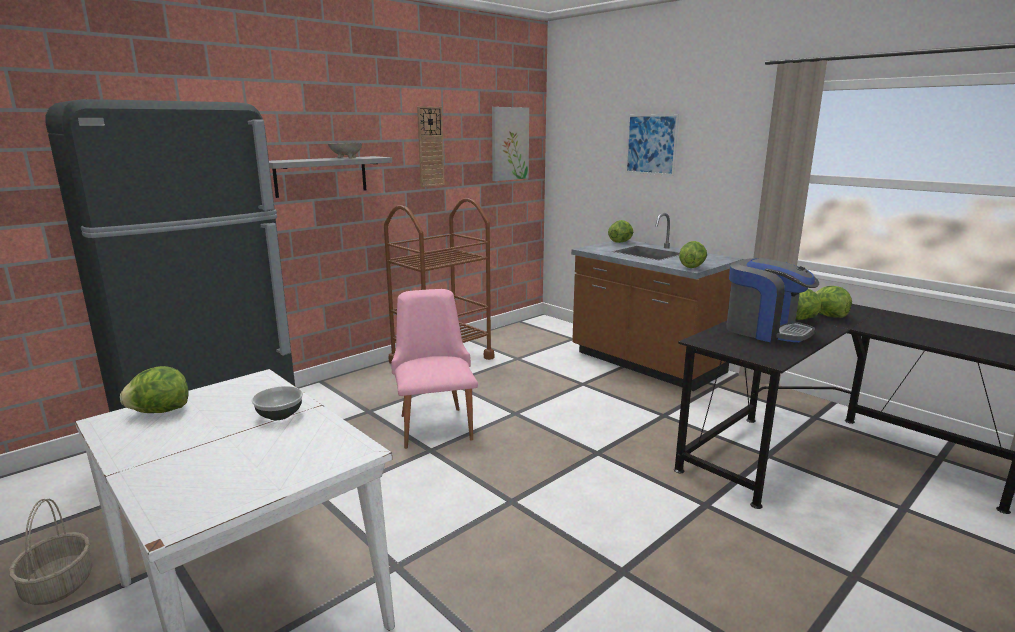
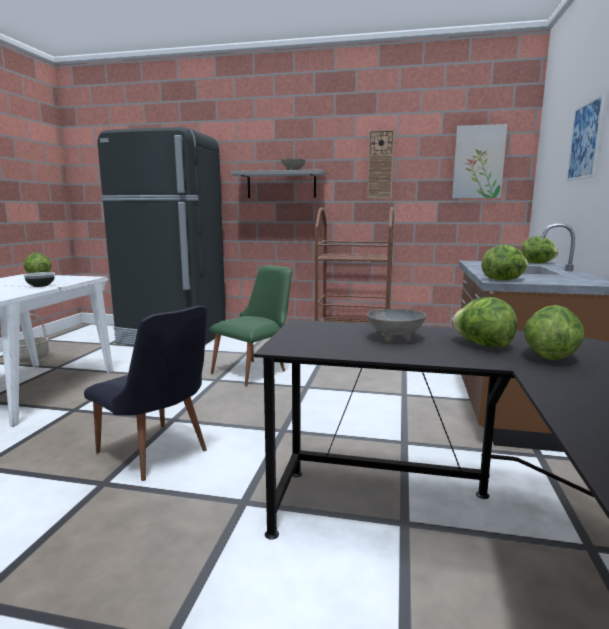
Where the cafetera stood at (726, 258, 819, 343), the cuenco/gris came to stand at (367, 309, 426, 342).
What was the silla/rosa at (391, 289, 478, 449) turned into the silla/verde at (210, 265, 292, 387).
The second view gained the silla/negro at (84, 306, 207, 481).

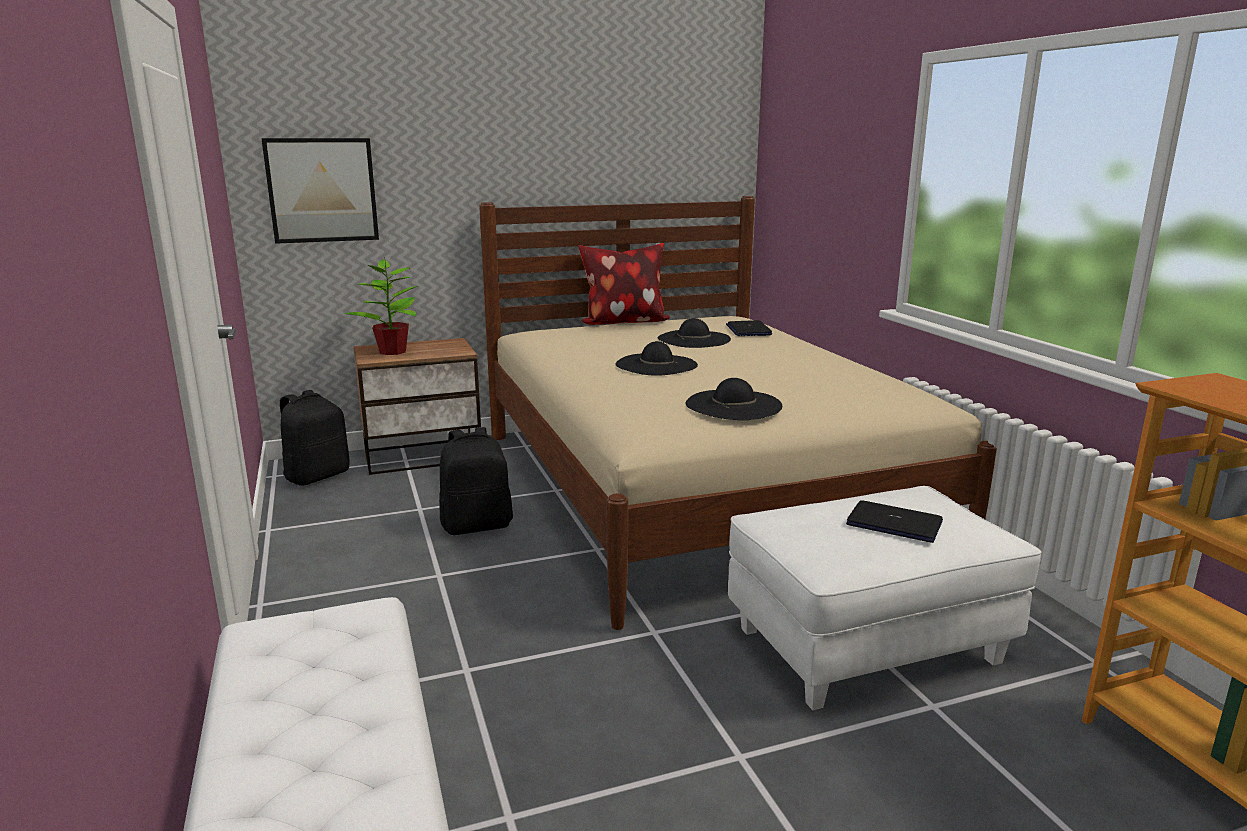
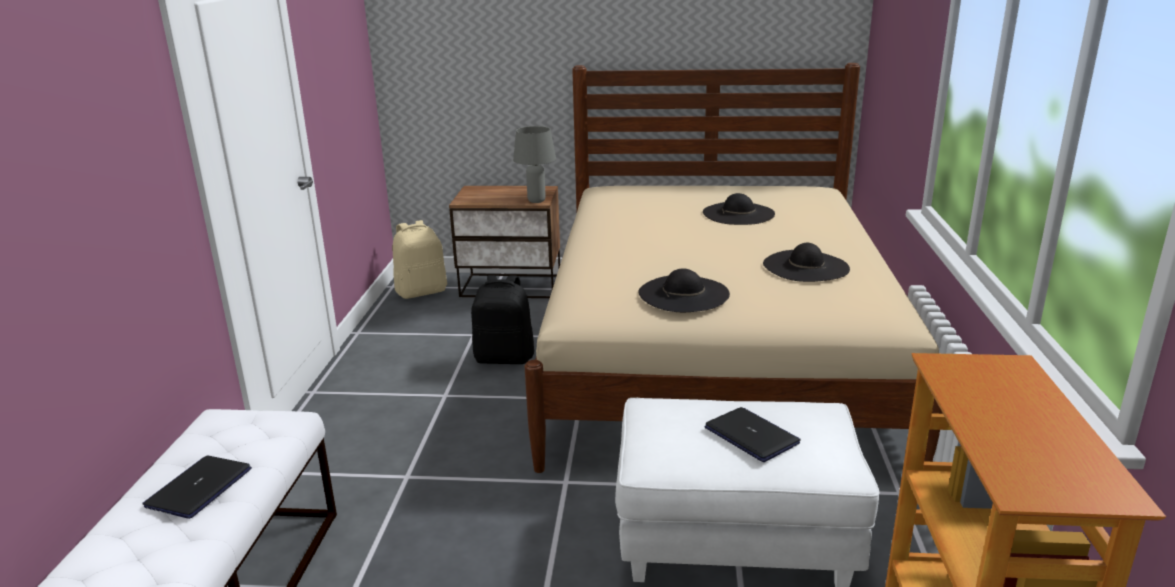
The second view lost the cuadro at (261, 138, 379, 244).
The second view lost the cojín at (578, 243, 670, 325).
The second view lost the planta en maceta at (344, 257, 418, 355).
The portátil ended up elsewhere, having gone from (726, 320, 772, 336) to (143, 456, 252, 519).
The sombrero/negro ended up elsewhere, having gone from (616, 341, 698, 376) to (763, 243, 850, 282).
What was the mochila/negro at (280, 390, 349, 486) turned into the mochila/beis at (392, 220, 447, 299).
The second view gained the lámpara de mesa/gris at (513, 126, 556, 203).

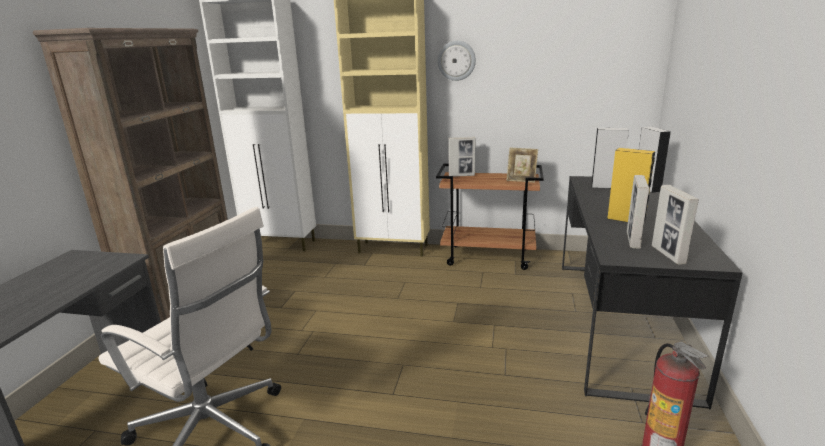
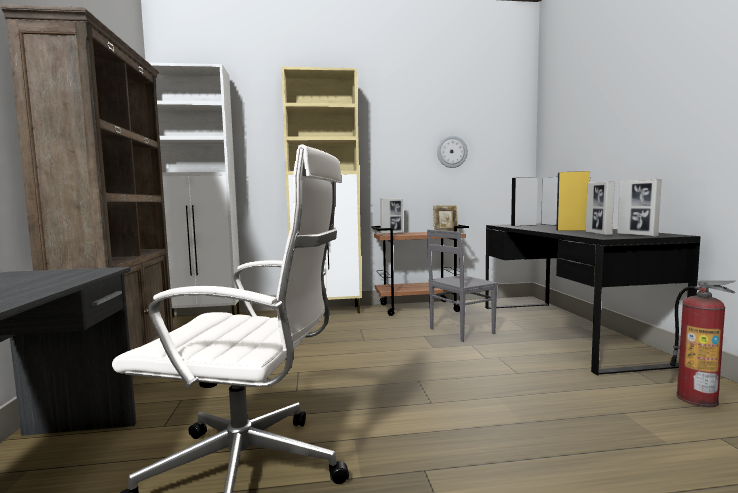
The reloj de pared ended up elsewhere, having gone from (438, 41, 476, 81) to (437, 136, 468, 168).
The second view gained the silla/gris at (427, 230, 498, 342).

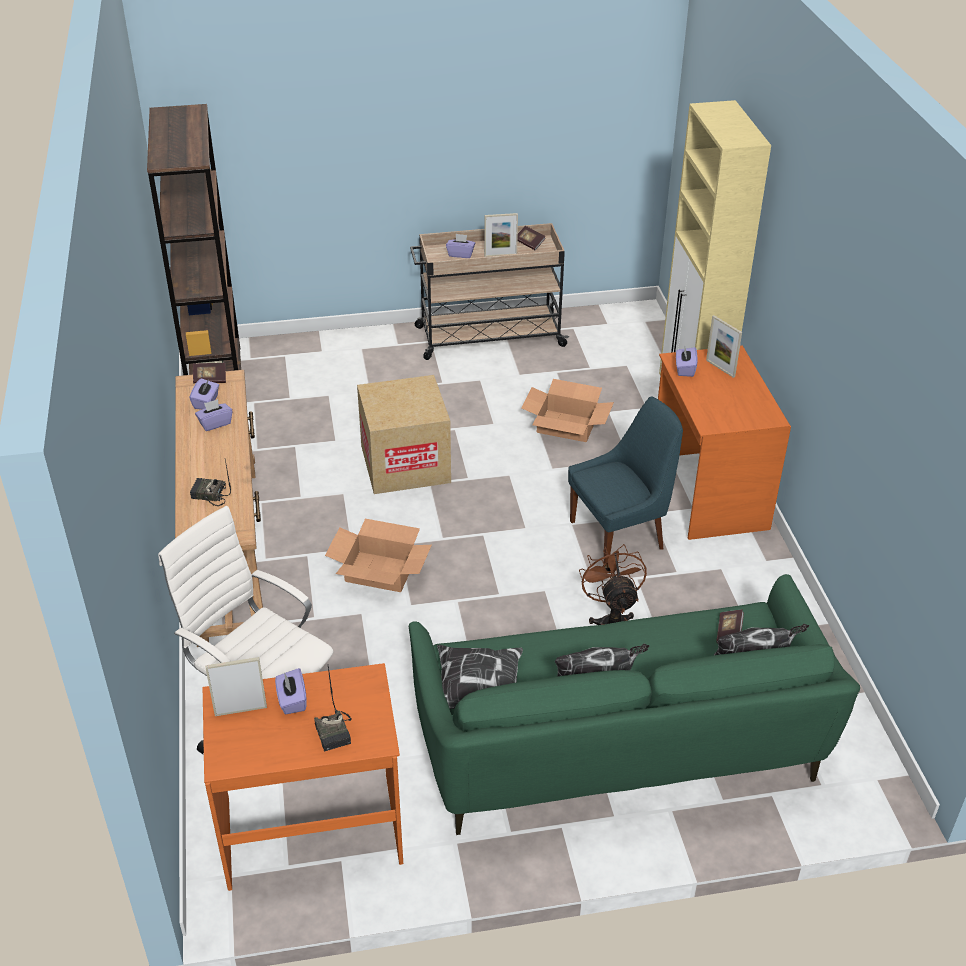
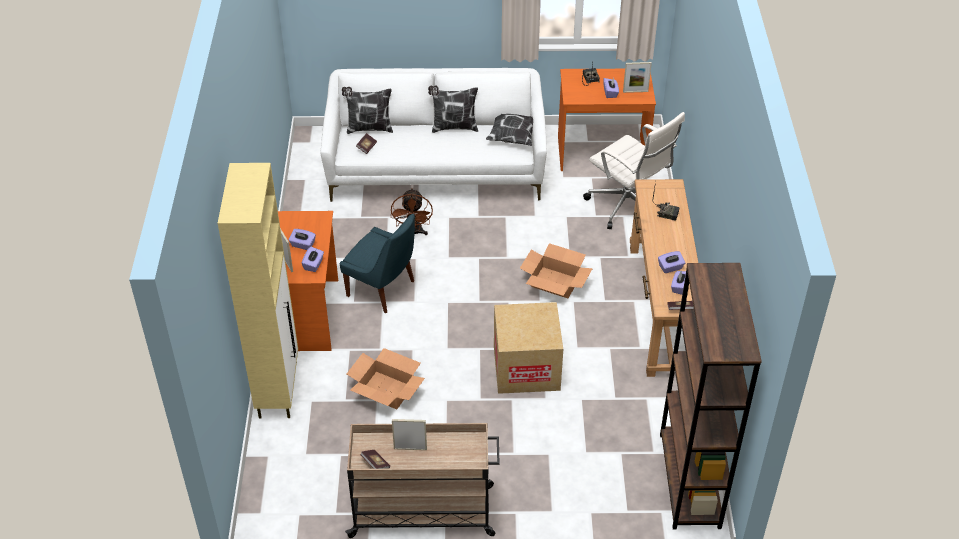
The caja de pañuelos/morado ended up elsewhere, having gone from (446, 234, 475, 258) to (289, 229, 316, 250).
The silla/azul at (568, 396, 683, 565) ended up facing another way, 135 degrees counterclockwise from before.
What was the sofá/verde at (409, 574, 860, 835) turned into the sofá/blanco at (320, 68, 547, 202).

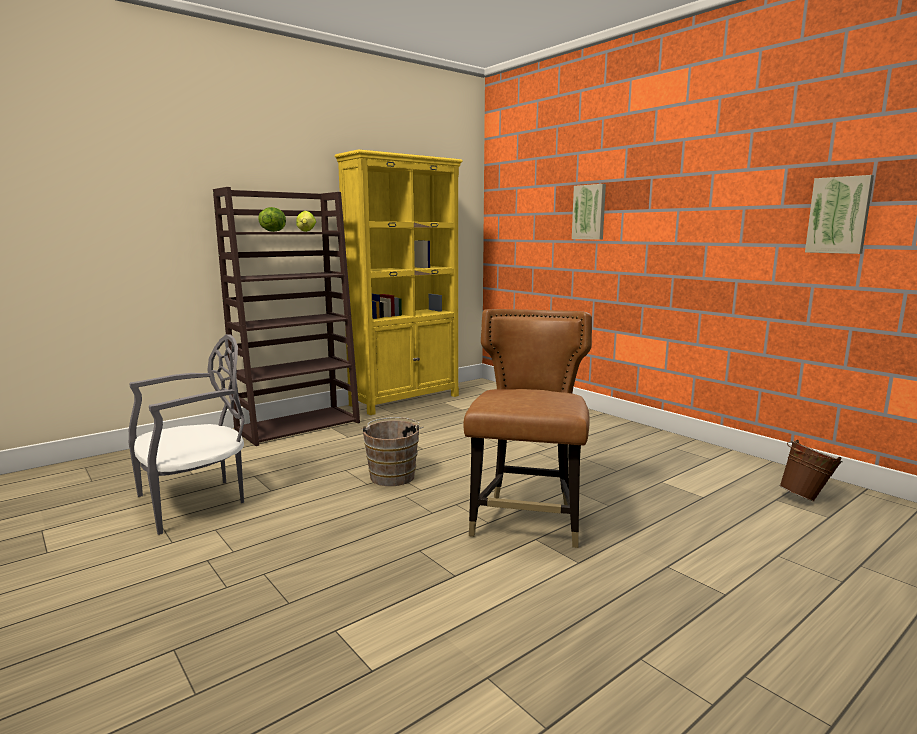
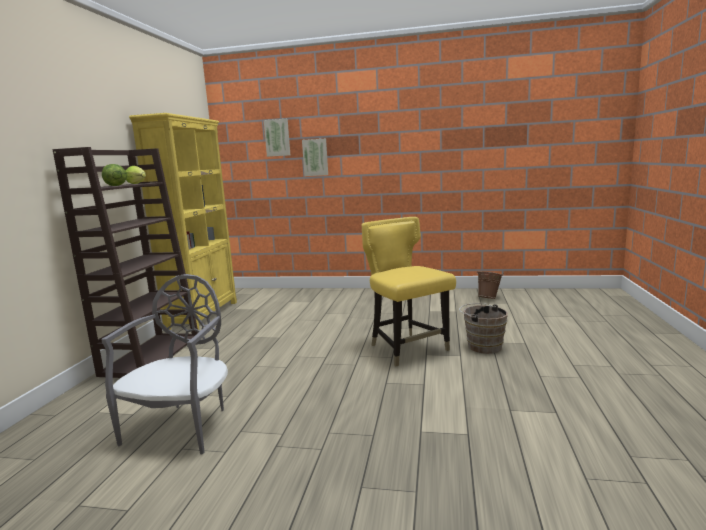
The cuadro ended up elsewhere, having gone from (805, 175, 874, 254) to (264, 119, 290, 157).
What was the silla/marrón at (463, 309, 592, 548) turned into the silla/amarillo at (362, 217, 456, 366).
The cubo/marrón ended up elsewhere, having gone from (361, 417, 423, 486) to (459, 303, 508, 354).

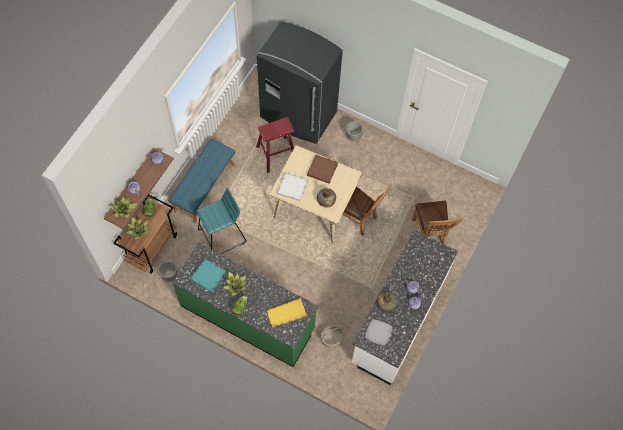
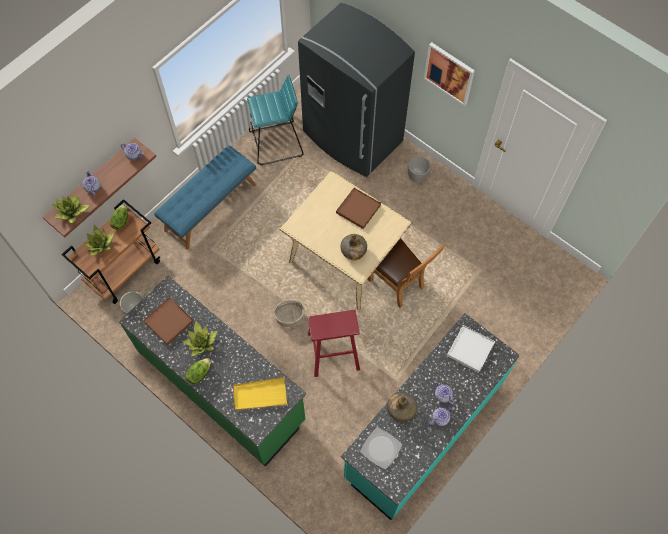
The taburete/rojo ended up elsewhere, having gone from (256, 117, 294, 173) to (308, 310, 360, 377).
The bandeja/blanco ended up elsewhere, having gone from (277, 173, 308, 201) to (447, 325, 495, 373).
The taburete/turquesa ended up elsewhere, having gone from (196, 188, 246, 254) to (247, 74, 304, 165).
The second view lost the silla/marrón at (412, 201, 463, 244).
What was the mueble bajo de cocina/blanco at (352, 230, 458, 385) turned into the mueble bajo de cocina/turquesa at (341, 313, 520, 520).
What was the bandeja/turquesa at (190, 259, 226, 292) turned into the bandeja/marrón at (143, 297, 194, 345).
The cesta ended up elsewhere, having gone from (321, 326, 344, 347) to (274, 300, 304, 327).
The second view gained the cuadro at (424, 42, 475, 106).

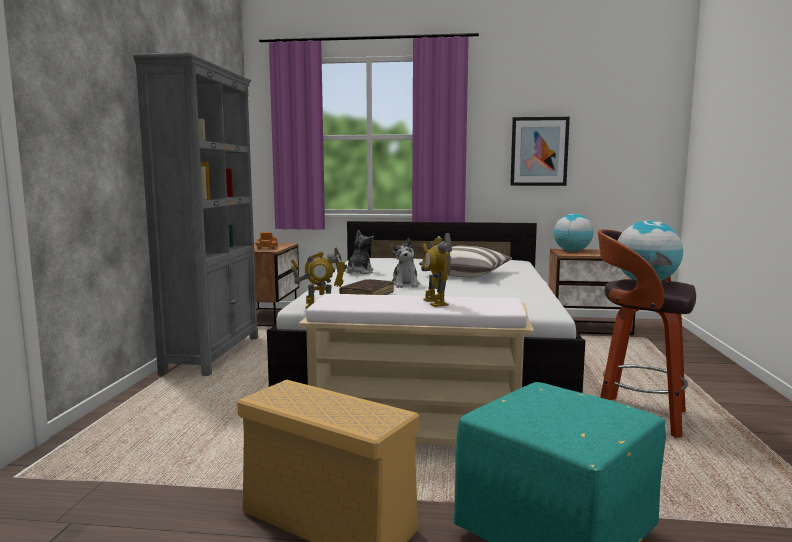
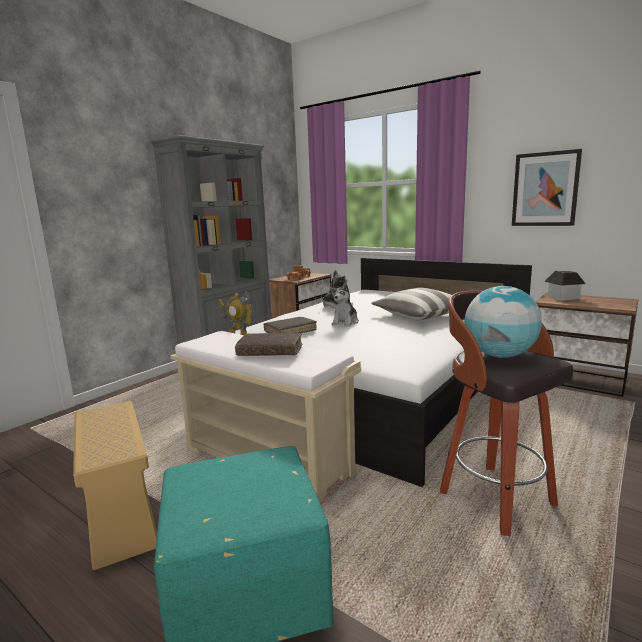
Where the globo terráqueo stood at (554, 214, 593, 252), the casita came to stand at (544, 271, 586, 301).
Where the robot de juguete stood at (421, 233, 452, 307), the libro/marrón came to stand at (235, 333, 302, 356).

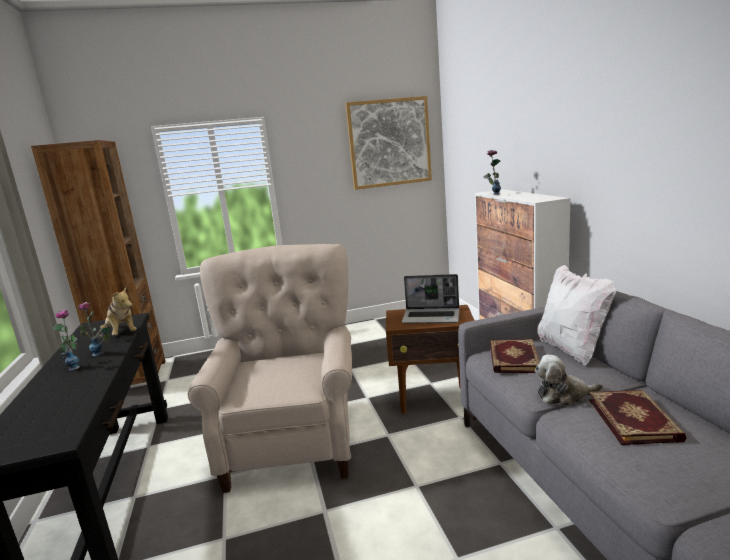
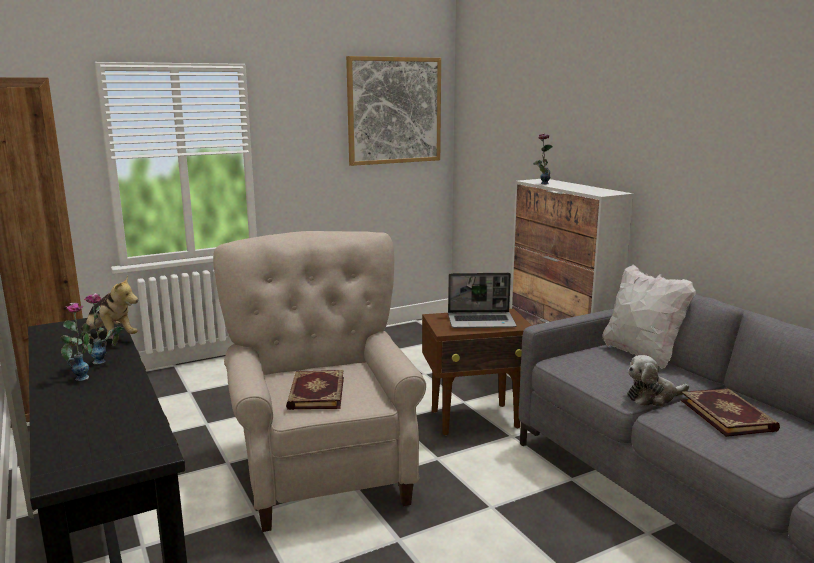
The libro ended up elsewhere, having gone from (490, 339, 540, 373) to (286, 370, 344, 410).

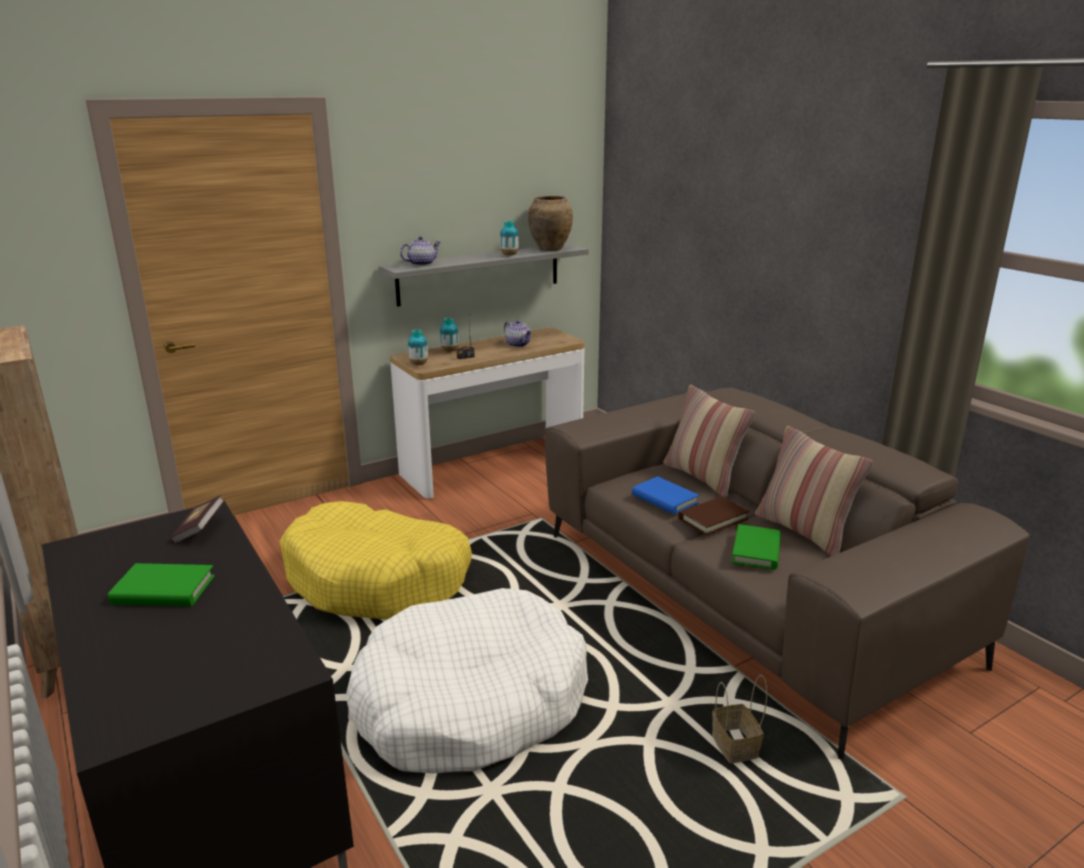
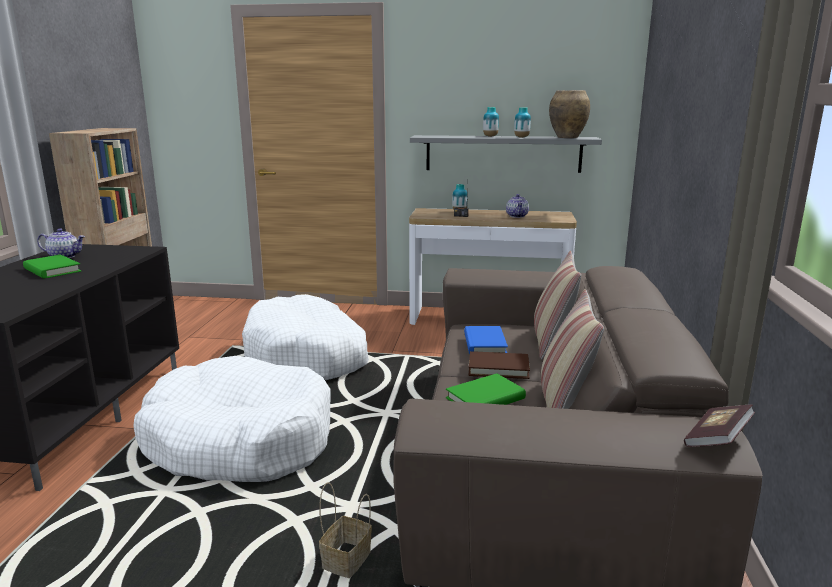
The tetera ended up elsewhere, having gone from (400, 236, 441, 266) to (37, 228, 85, 258).
The florero ended up elsewhere, having gone from (408, 329, 428, 365) to (483, 107, 499, 137).
The libro ended up elsewhere, having gone from (171, 496, 224, 543) to (684, 404, 755, 447).
What was the cama para perro/amarillo at (280, 501, 472, 620) turned into the cama para perro/blanco at (242, 294, 369, 380).

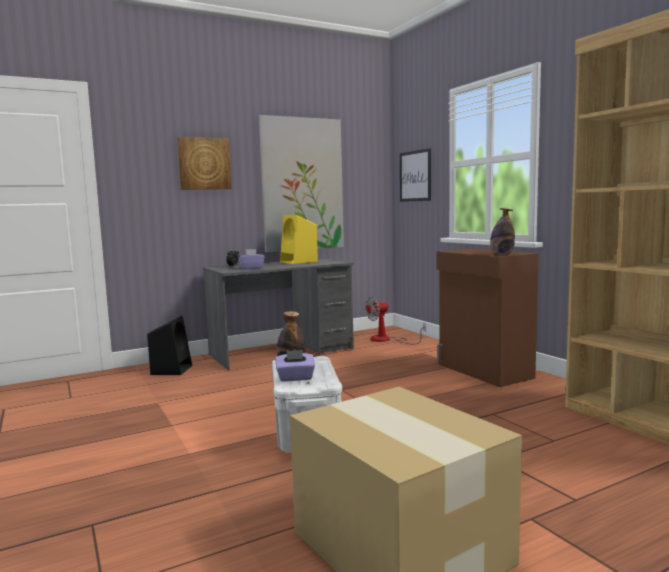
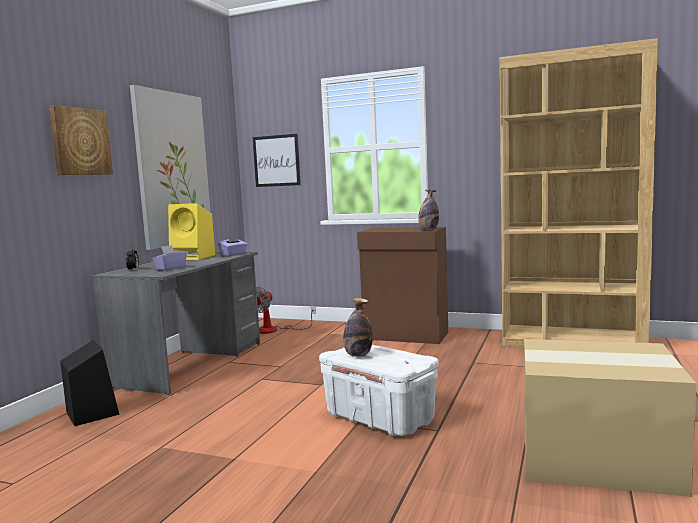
The caja de pañuelos/morado ended up elsewhere, having gone from (275, 350, 315, 382) to (218, 235, 248, 256).

